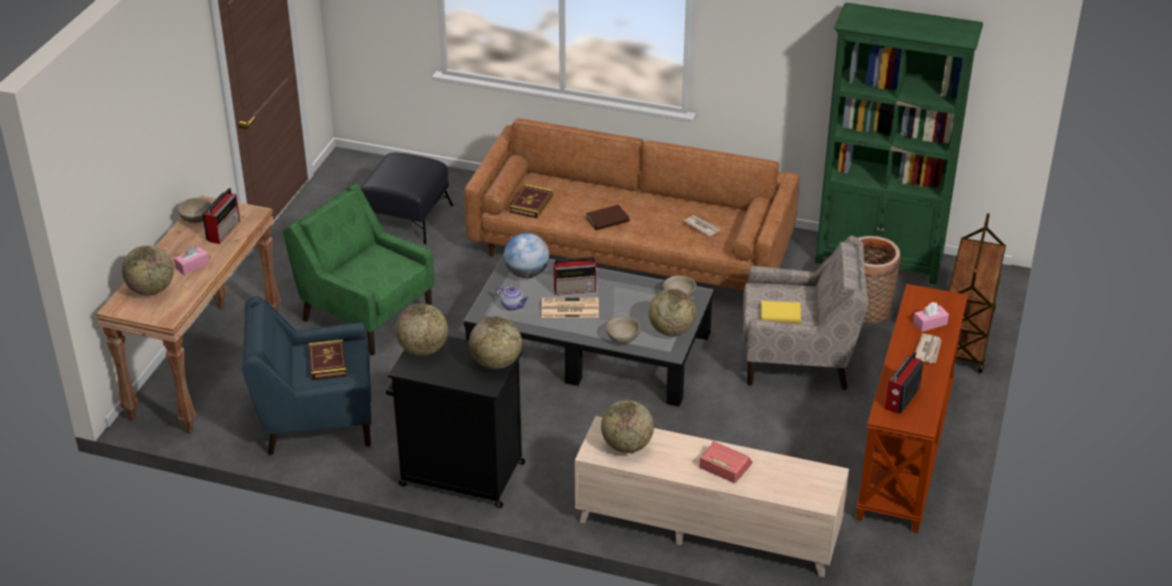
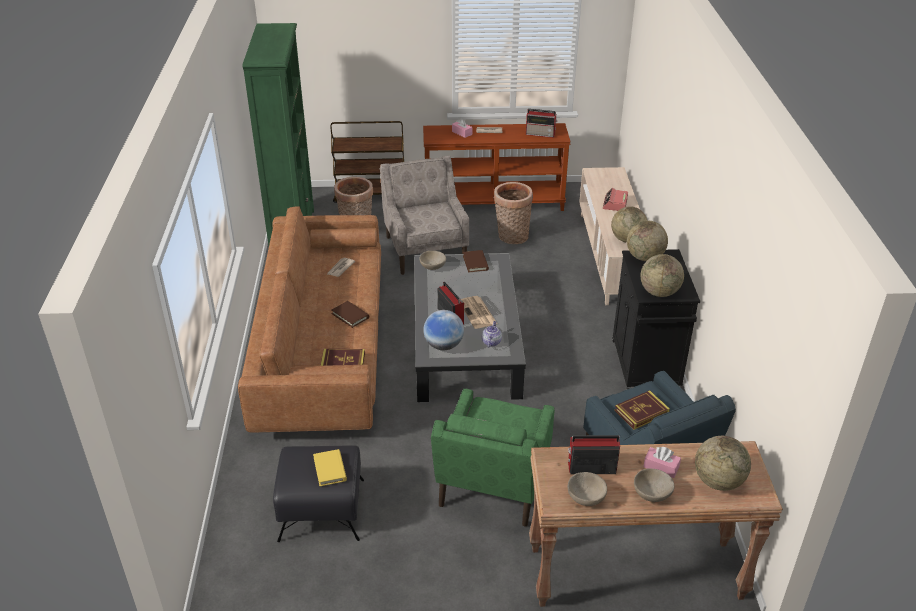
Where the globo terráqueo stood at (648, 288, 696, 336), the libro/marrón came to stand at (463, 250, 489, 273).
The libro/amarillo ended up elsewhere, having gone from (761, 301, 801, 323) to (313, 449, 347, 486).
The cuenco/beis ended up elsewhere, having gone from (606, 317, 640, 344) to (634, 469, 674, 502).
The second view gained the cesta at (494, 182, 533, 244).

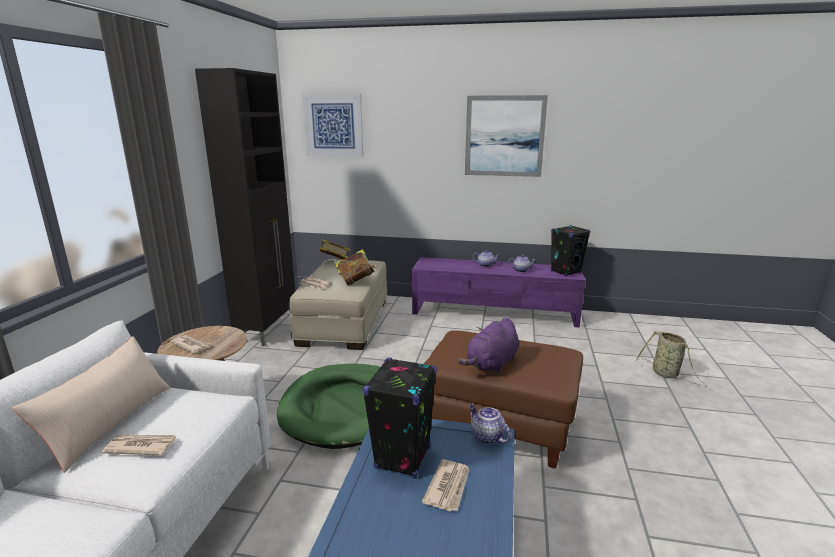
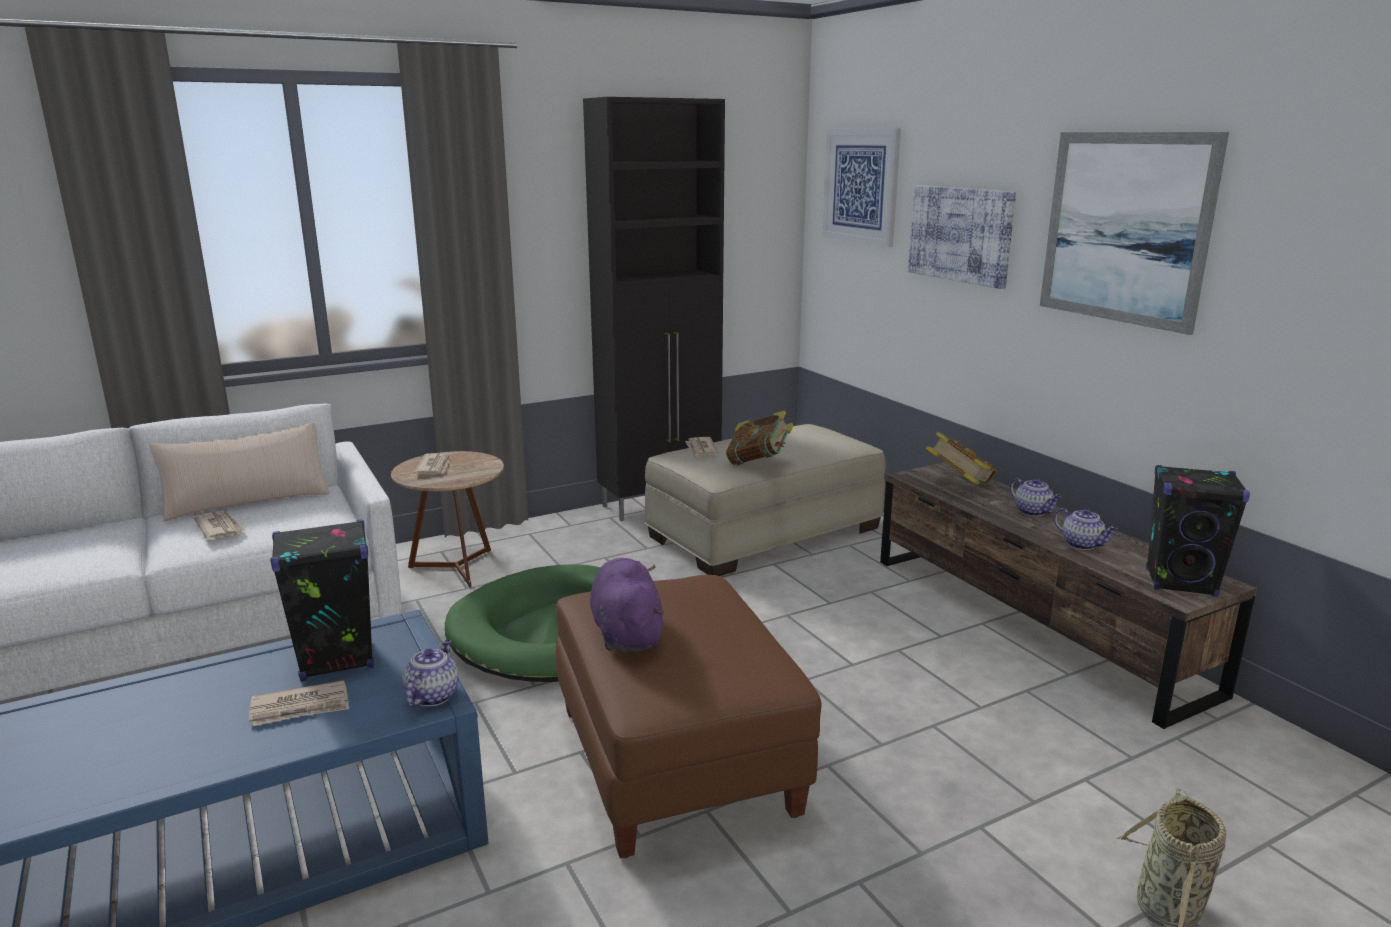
The libro ended up elsewhere, having gone from (317, 239, 350, 260) to (925, 432, 997, 485).
What was the mueble de televisión/morado at (412, 257, 585, 328) turned into the mueble de televisión/marrón at (880, 462, 1257, 729).
The peluche/morado at (457, 318, 519, 374) ended up facing another way, 75 degrees clockwise from before.
The second view gained the cuadro at (908, 185, 1016, 289).

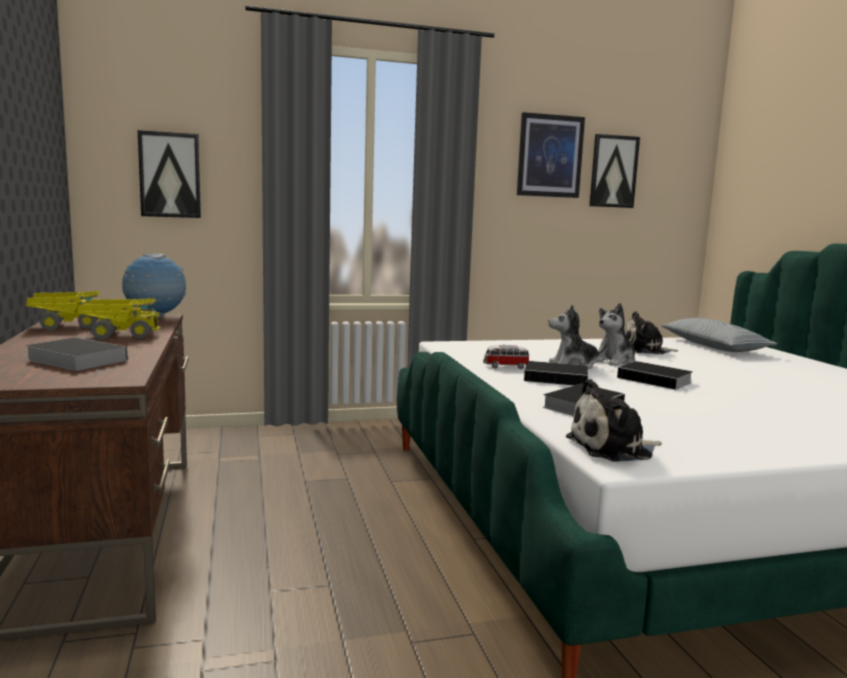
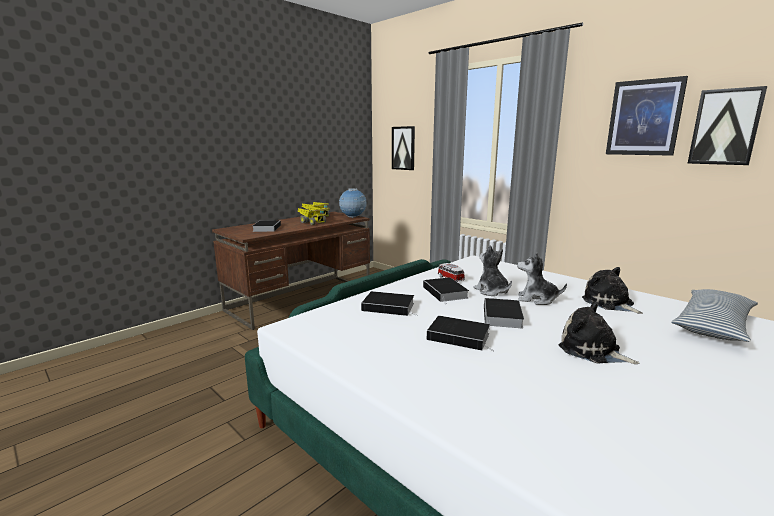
The peluche ended up elsewhere, having gone from (566, 379, 662, 462) to (559, 302, 639, 364).
The second view gained the libro at (427, 316, 495, 351).

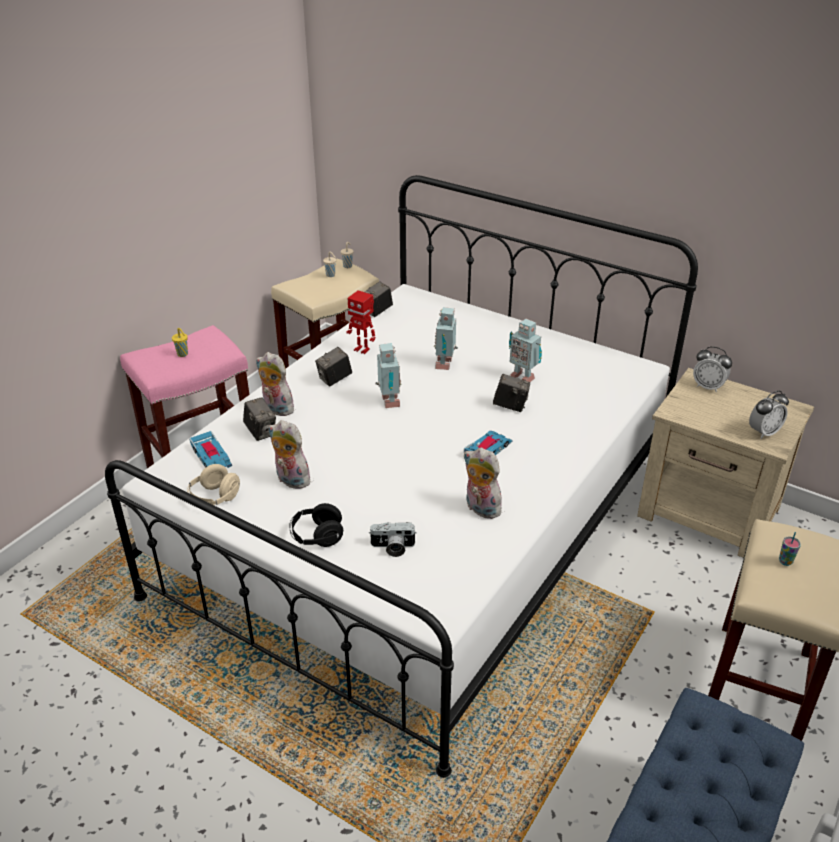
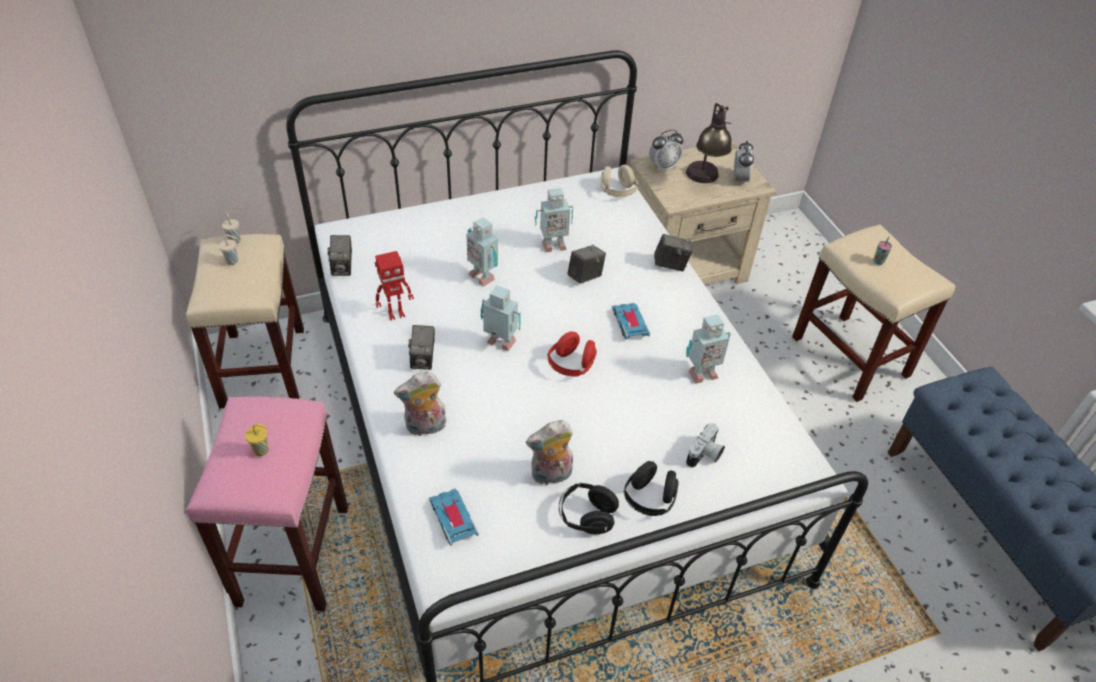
The cámara ended up elsewhere, having gone from (243, 397, 276, 441) to (654, 234, 692, 271).
The coche de juguete at (189, 431, 232, 468) ended up facing another way, 120 degrees counterclockwise from before.
Where the peluche stood at (464, 447, 502, 519), the robot de juguete came to stand at (686, 315, 731, 384).
The auriculares/beis ended up elsewhere, having gone from (187, 464, 240, 505) to (601, 164, 638, 197).
The second view gained the lámpara de mesa at (686, 103, 732, 183).
The second view gained the auriculares/rojo at (547, 331, 597, 376).
The second view gained the auriculares/negro at (559, 483, 619, 534).

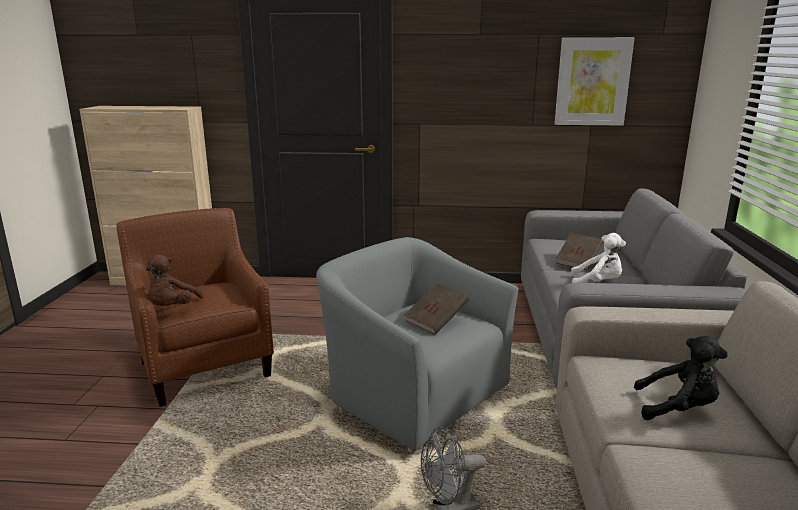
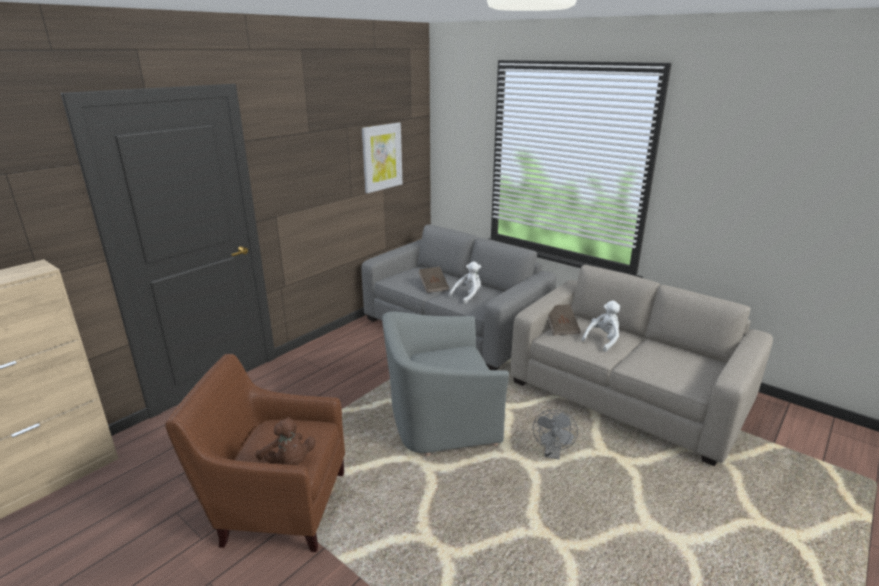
The libro/marrón ended up elsewhere, having gone from (404, 283, 469, 335) to (548, 304, 580, 335).
What was the peluche/negro at (634, 336, 727, 420) turned into the peluche/blanco at (582, 301, 620, 352).

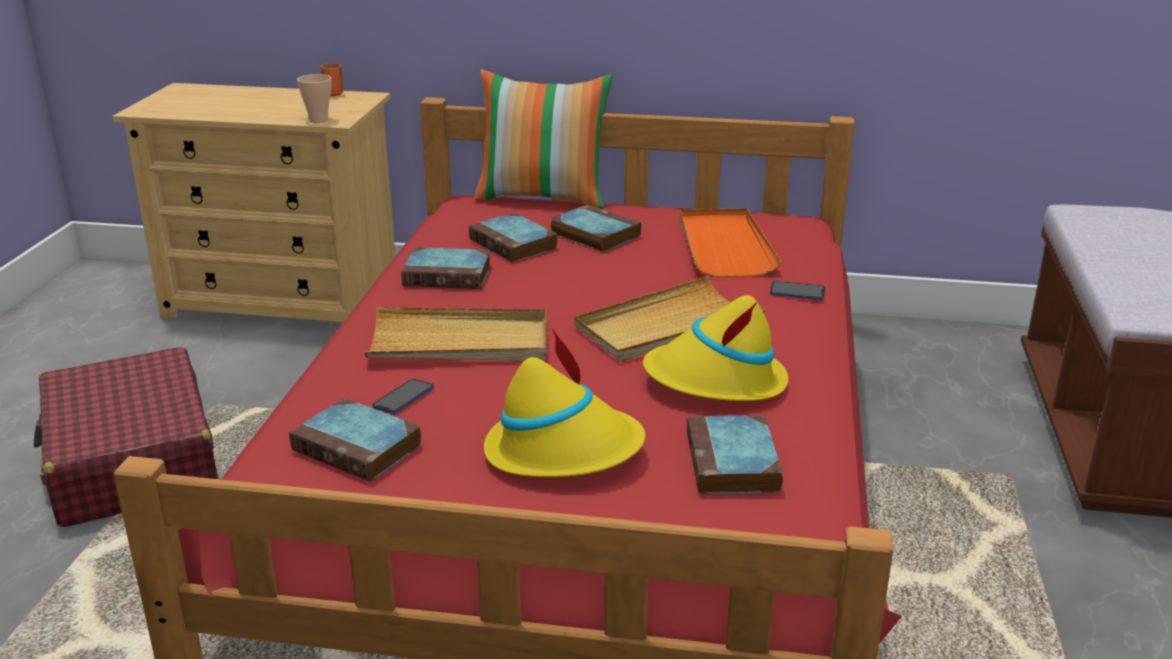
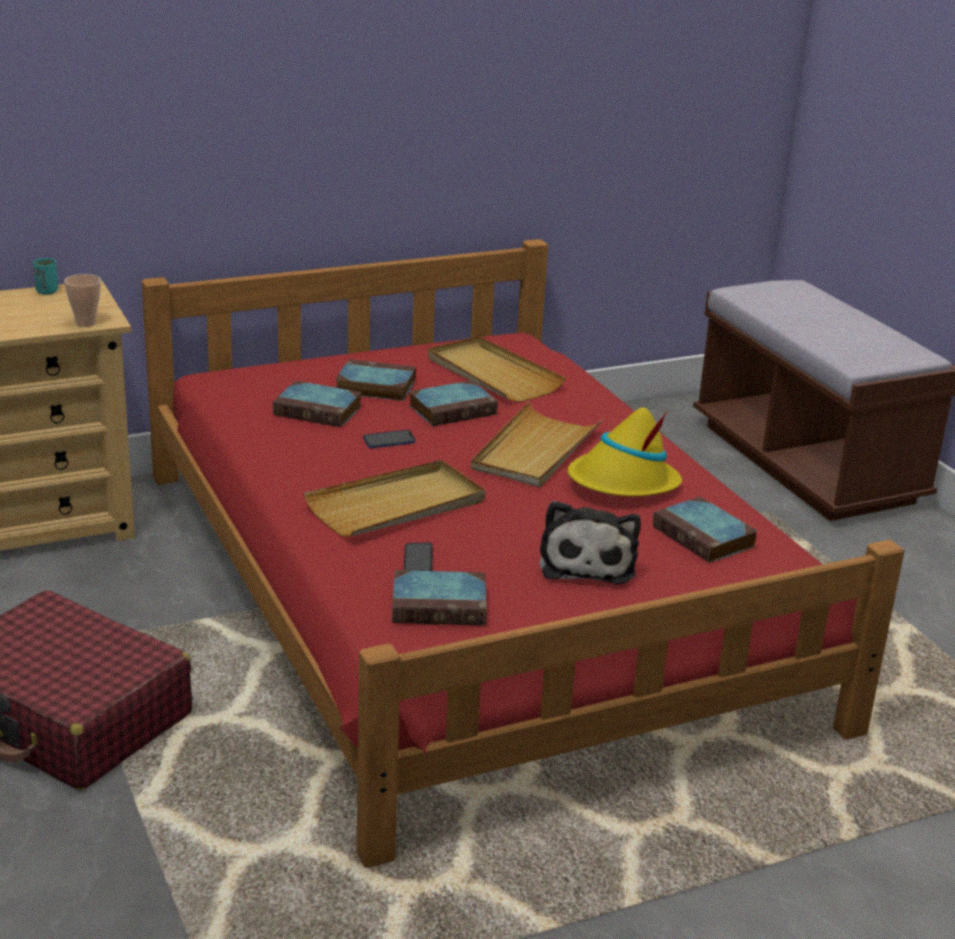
What was the taza/naranja at (320, 63, 344, 96) turned into the taza/turquesa at (33, 258, 58, 295).
The second view lost the cojín at (475, 70, 613, 209).
What was the bandeja/naranja at (680, 208, 782, 277) turned into the bandeja/beis at (428, 336, 566, 402).
The libro ended up elsewhere, having gone from (401, 247, 491, 289) to (409, 380, 498, 426).
The móvil ended up elsewhere, having gone from (770, 281, 825, 300) to (363, 430, 416, 448).
Where the sombrero/amarillo stood at (484, 328, 646, 477), the peluche came to stand at (540, 501, 641, 584).

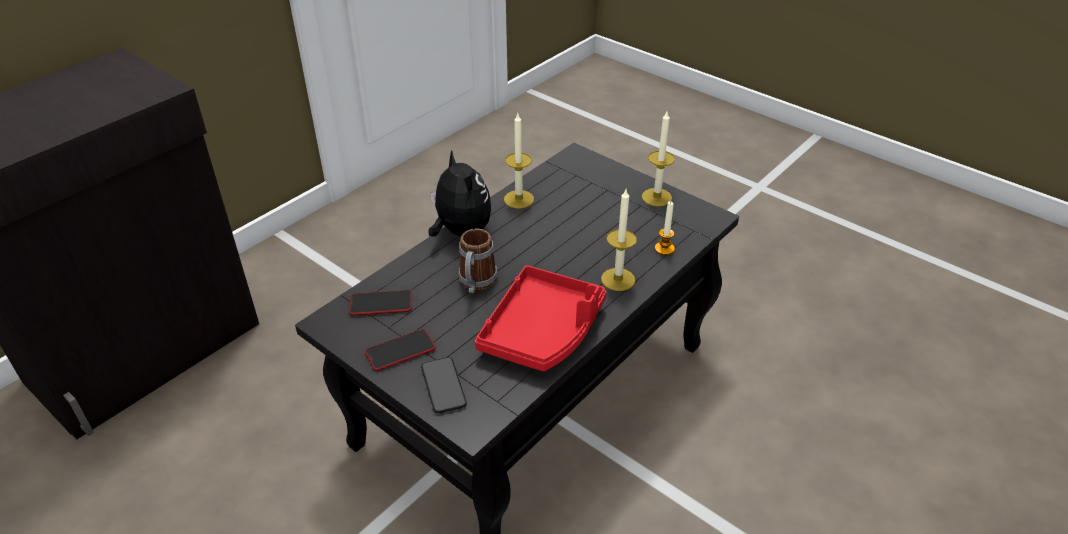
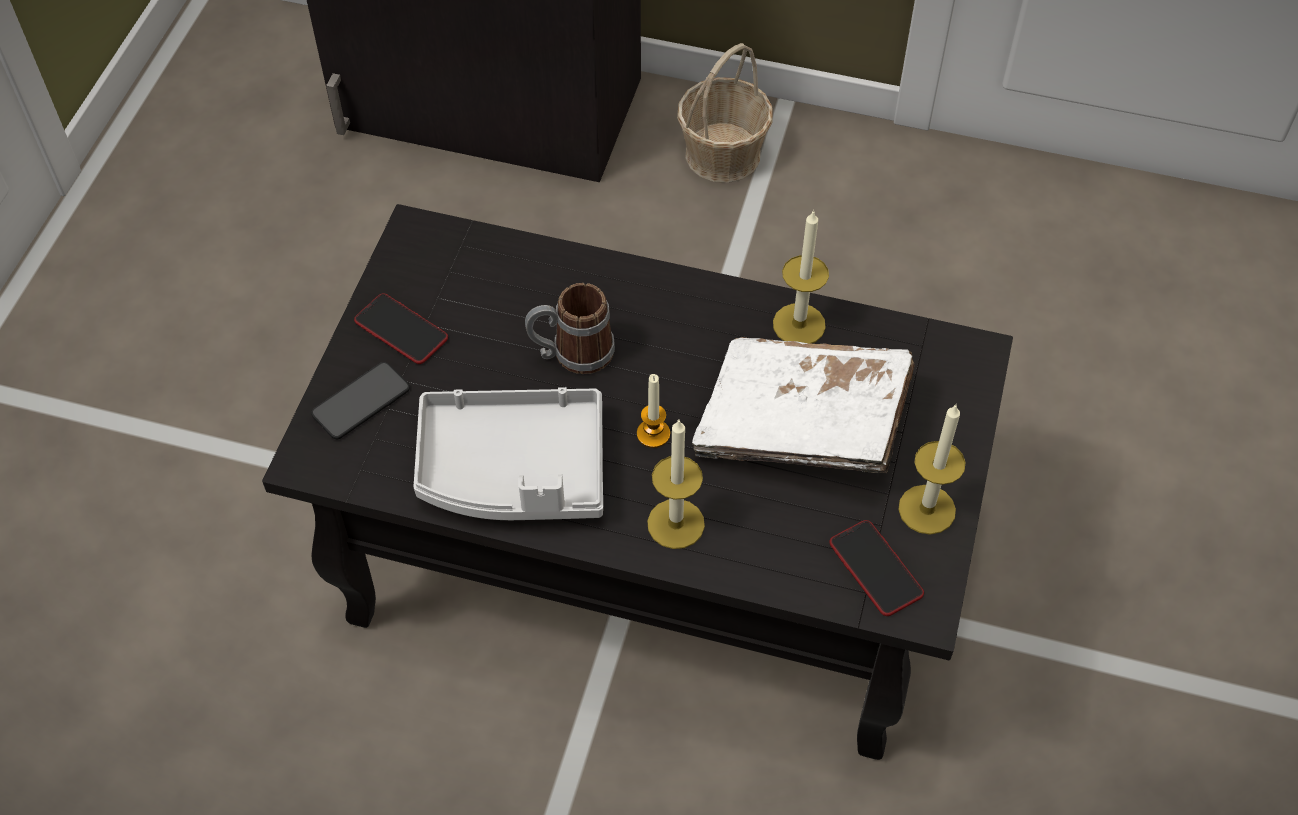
The second view lost the peluche at (428, 151, 491, 237).
The vela ended up elsewhere, having gone from (655, 201, 675, 255) to (637, 374, 670, 448).
What was the bandeja/rojo at (475, 265, 606, 371) turned into the bandeja/gris at (414, 387, 603, 520).
The móvil ended up elsewhere, having gone from (349, 290, 412, 315) to (829, 520, 924, 616).
The second view gained the cesta at (677, 43, 773, 183).
The second view gained the libro/blanco at (692, 337, 915, 473).

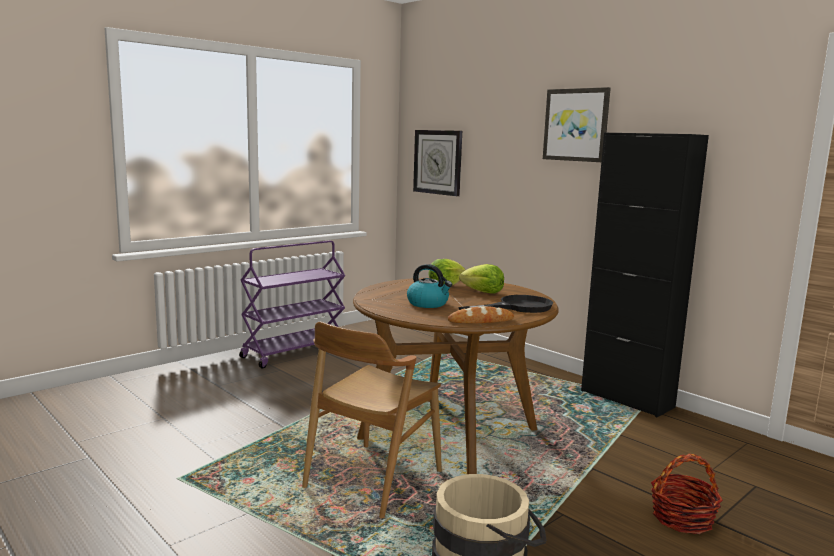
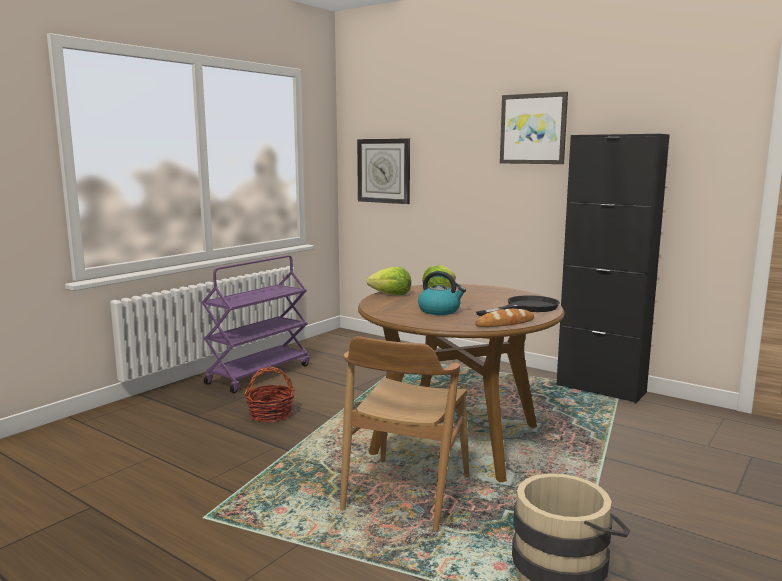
The lechuga ended up elsewhere, having gone from (459, 264, 504, 294) to (367, 267, 411, 295).
The cesta ended up elsewhere, having gone from (651, 454, 723, 534) to (244, 366, 294, 422).

